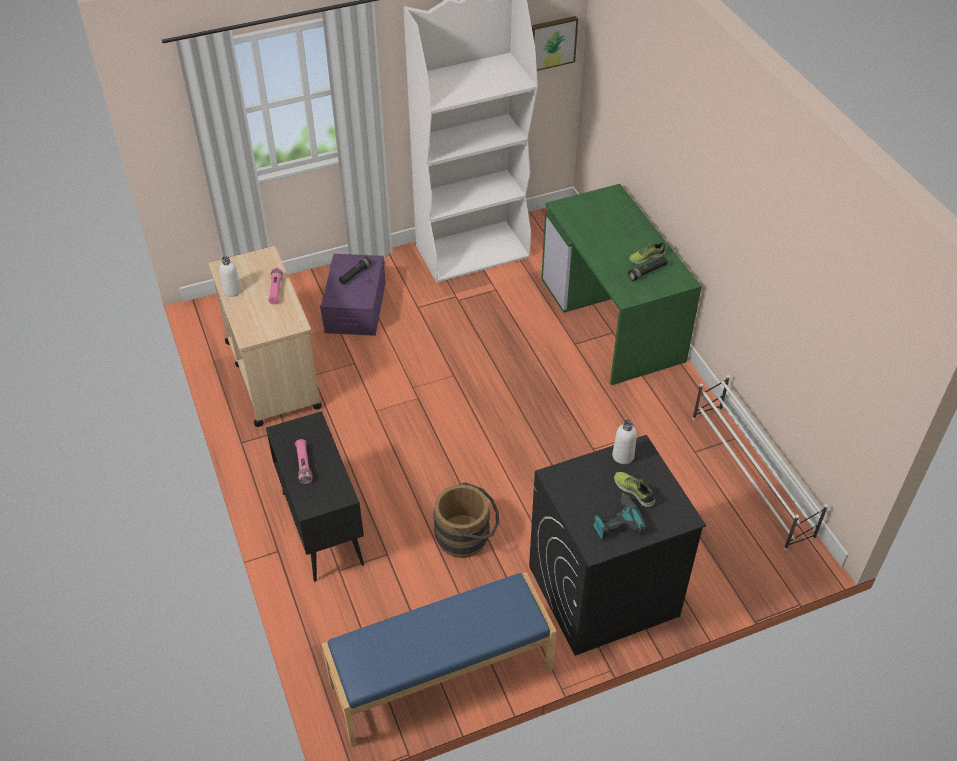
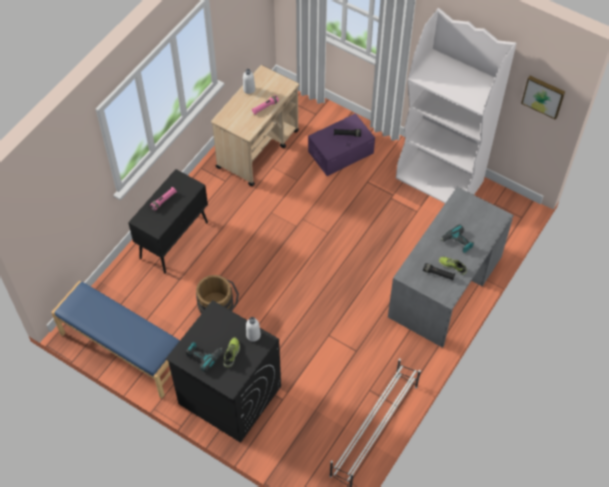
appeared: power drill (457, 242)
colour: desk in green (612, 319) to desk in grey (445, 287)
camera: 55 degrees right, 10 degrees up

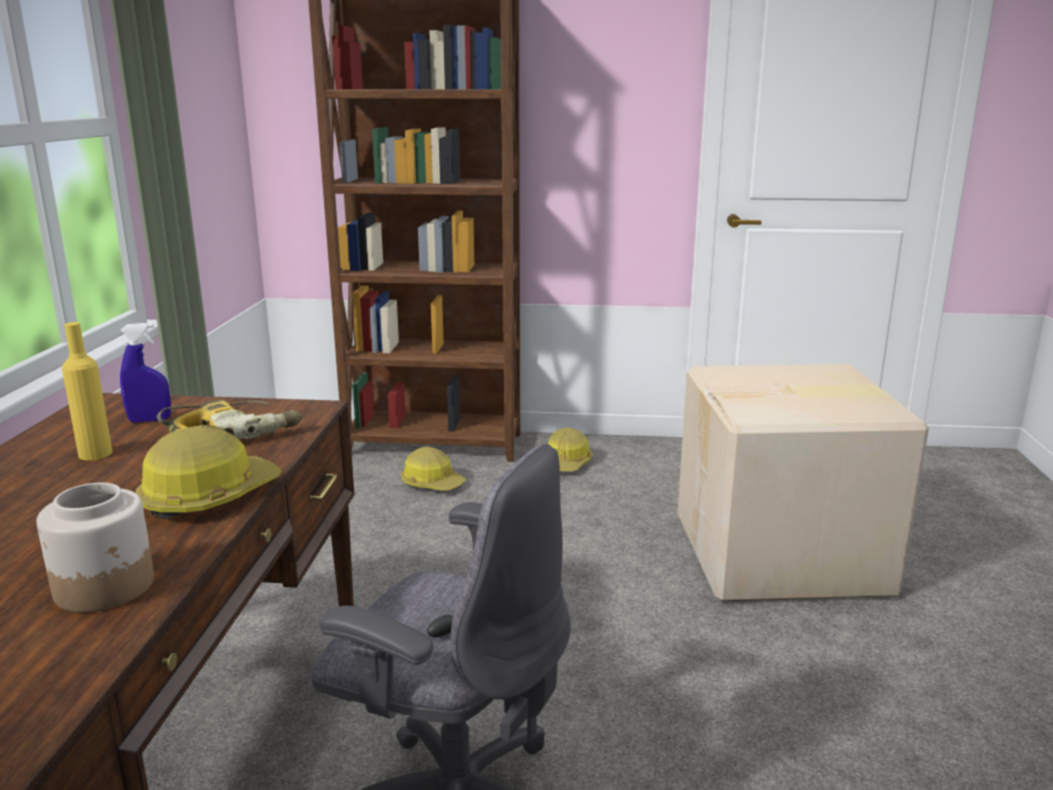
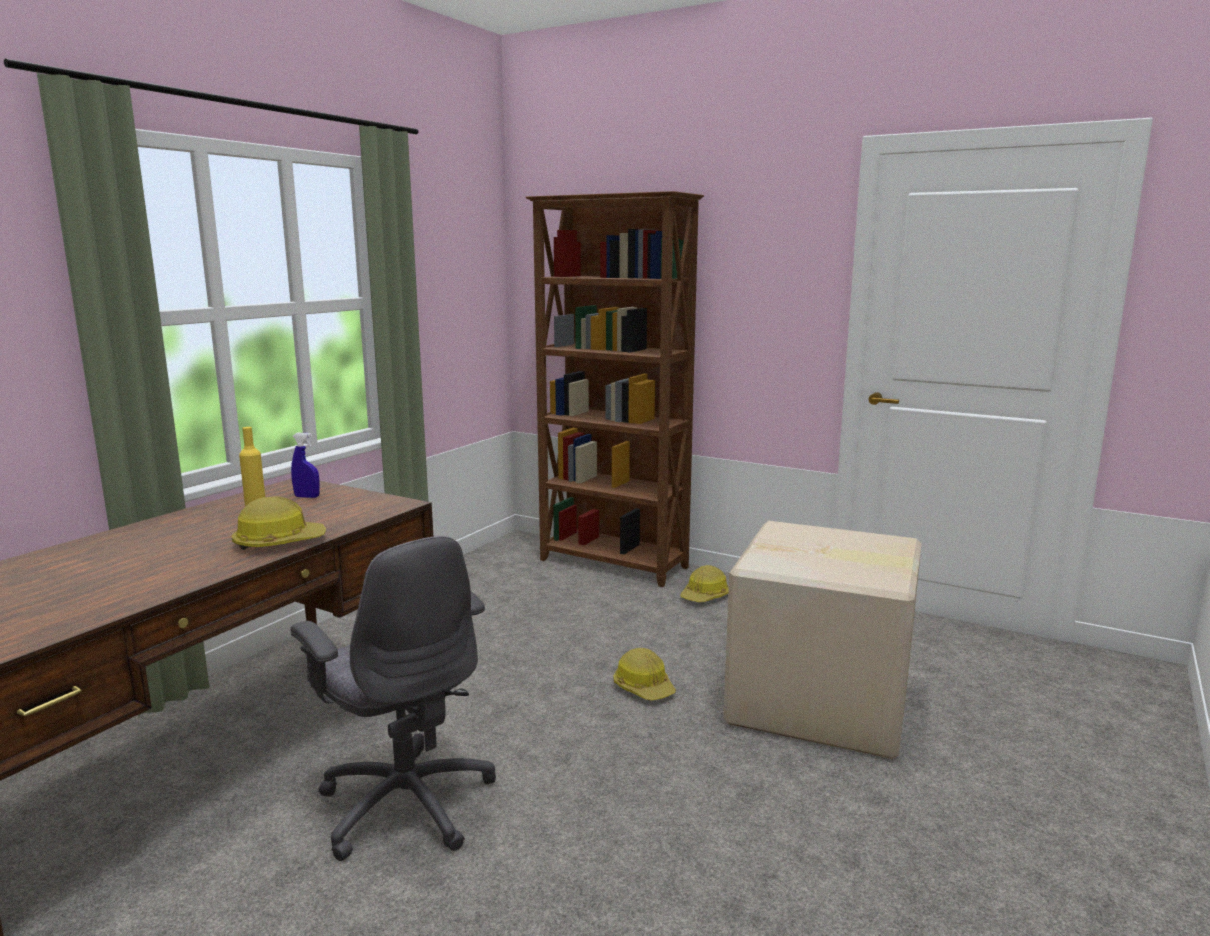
missing: power drill (232, 432); jar (105, 587)
relocated: hard hat (432, 483) to (644, 687)
camera: 25 degrees right, 5 degrees down

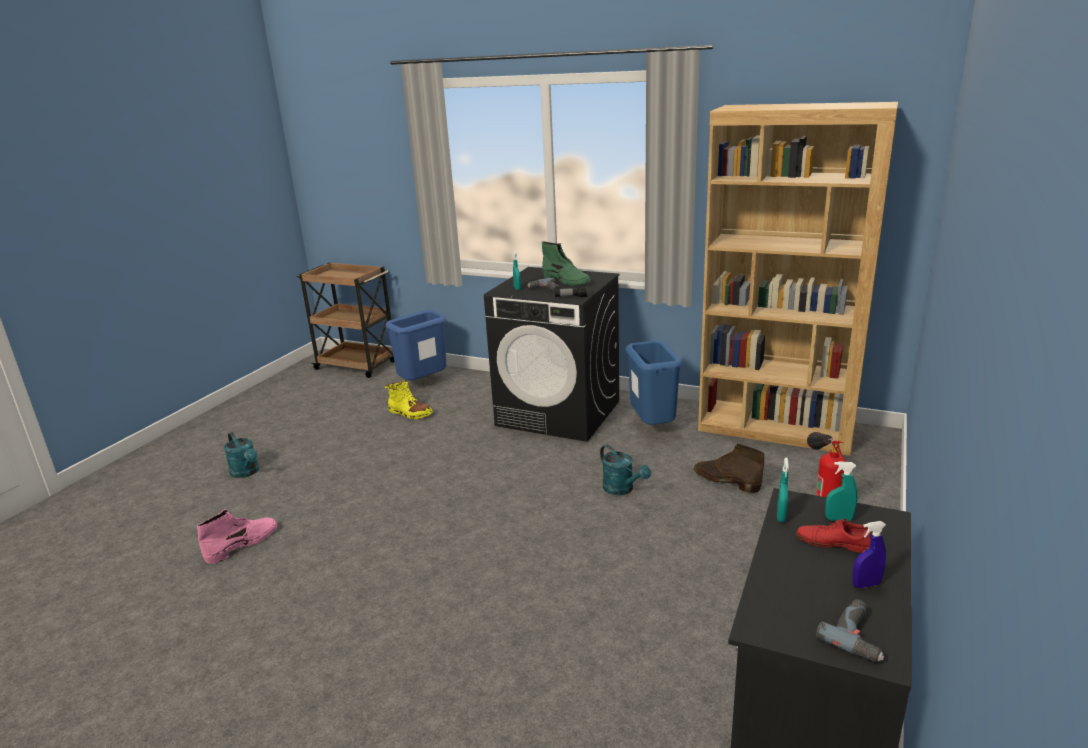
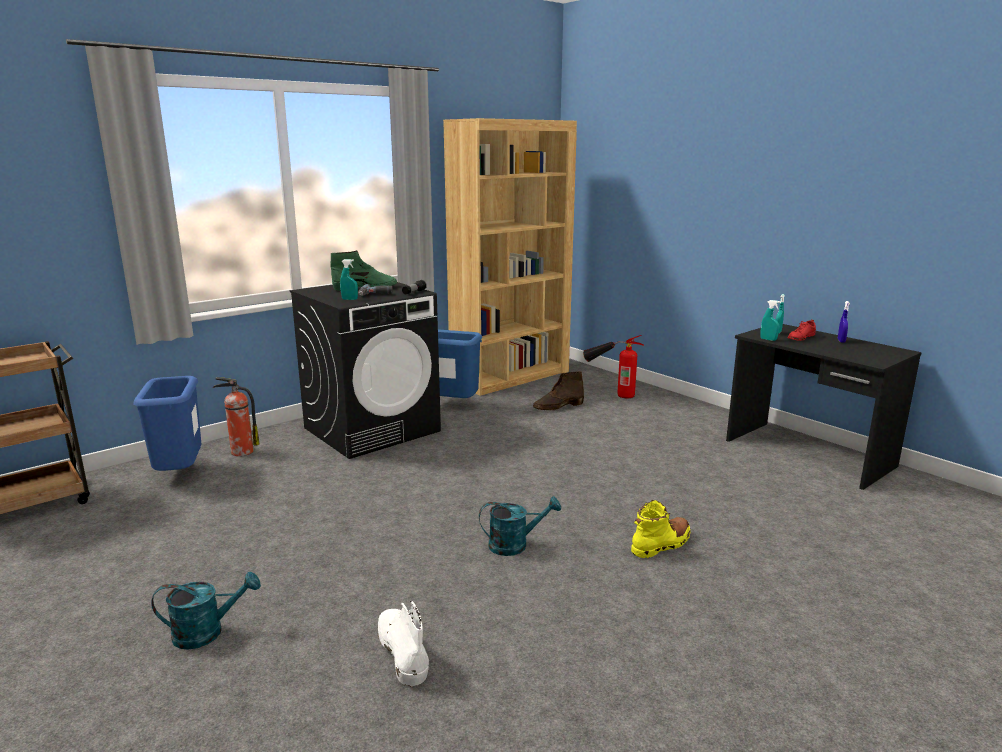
missing: power drill (858, 636)
appeared: fire extinguisher (241, 451)
relocated: boot in yellow (410, 413) to (661, 544); watering can in turquoise (622, 489) to (515, 545)
colour: boot in pink (242, 544) to boot in white (402, 650)
camera: 65 degrees left, 5 degrees down

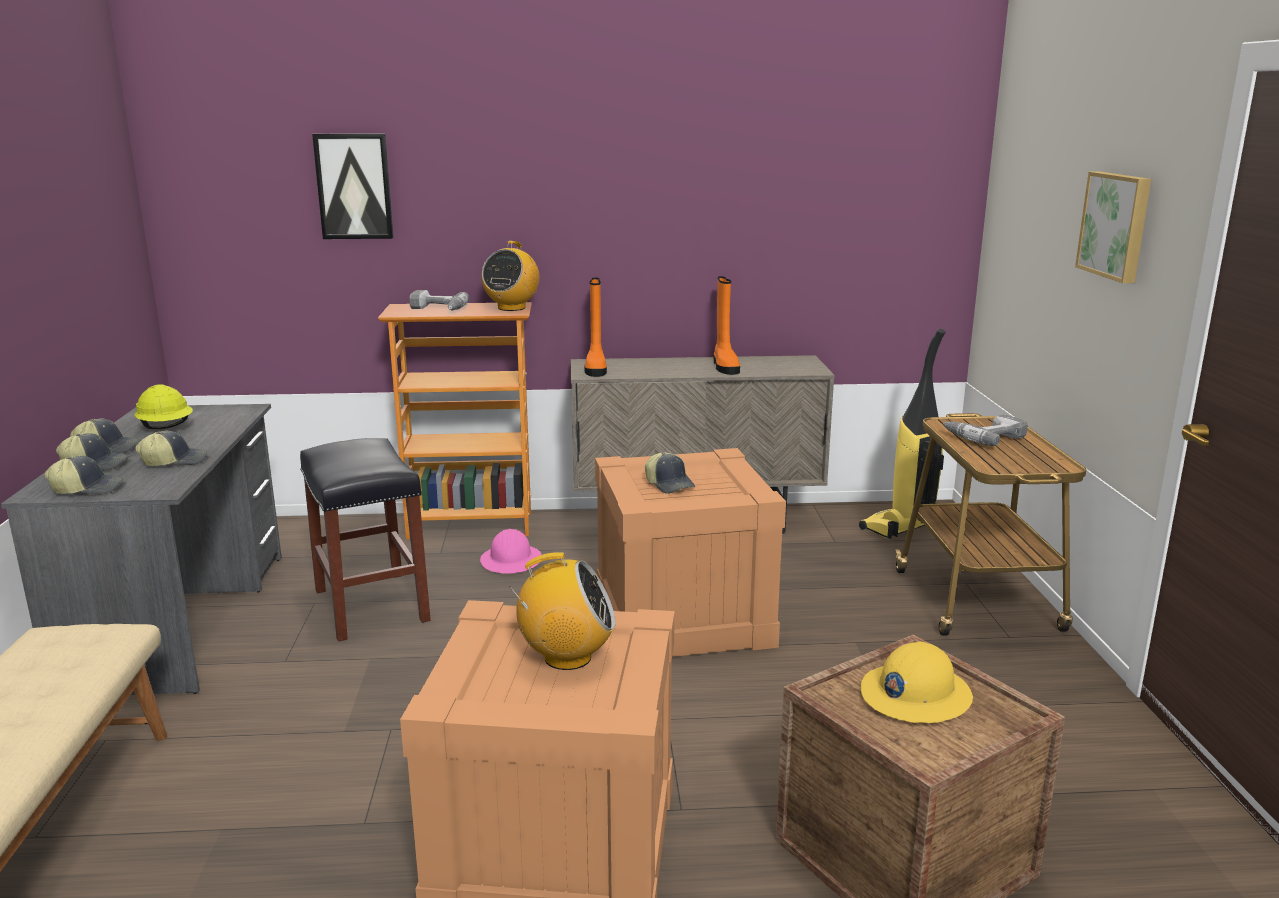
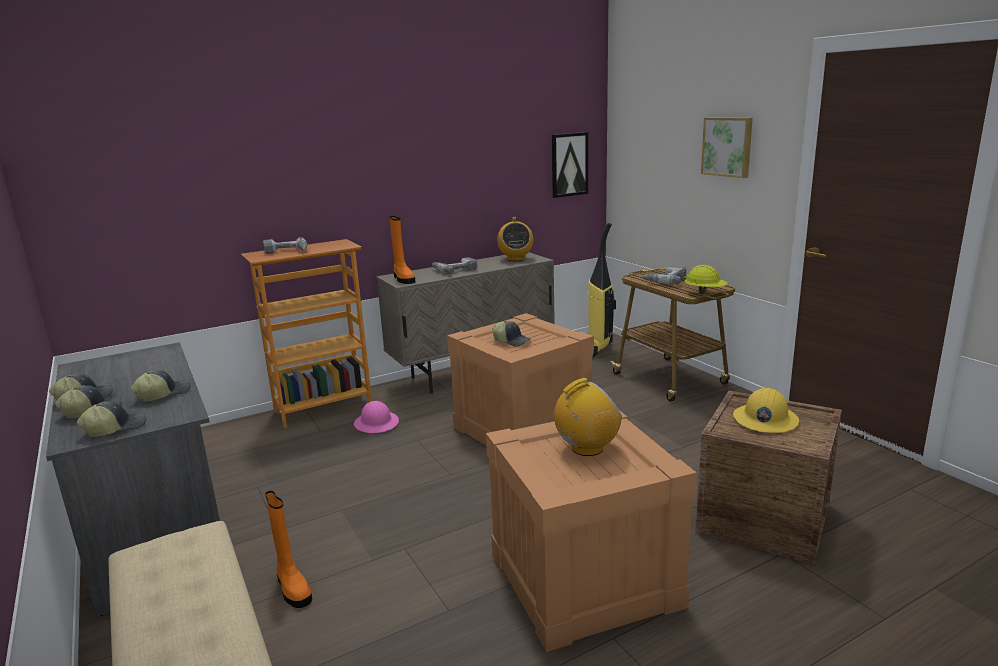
missing: stool in black (372, 606)
appeared: power drill (454, 270)
relocated: picture (354, 186) to (569, 164); radio (511, 308) to (515, 259); boot in orange (724, 367) to (292, 588); hard hat in yellow (166, 428) to (705, 292)
camera: 25 degrees left, 0 degrees up

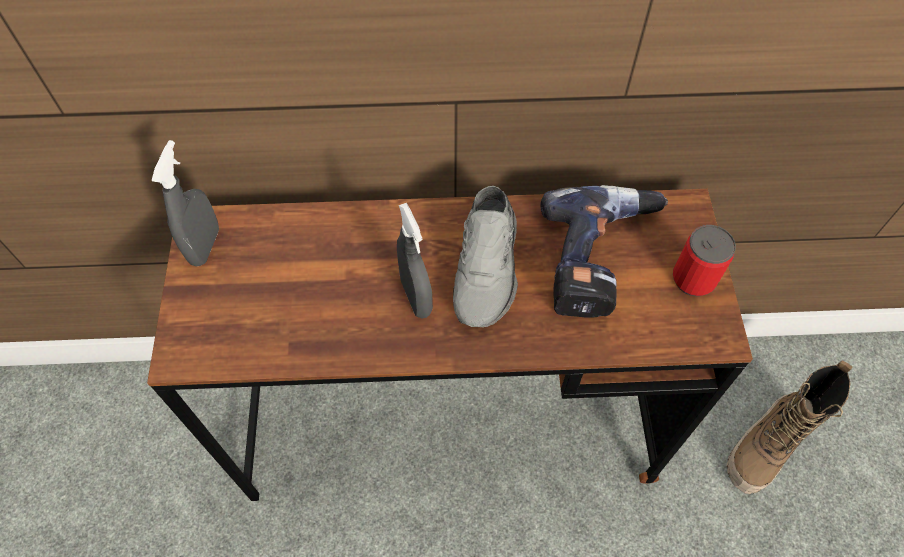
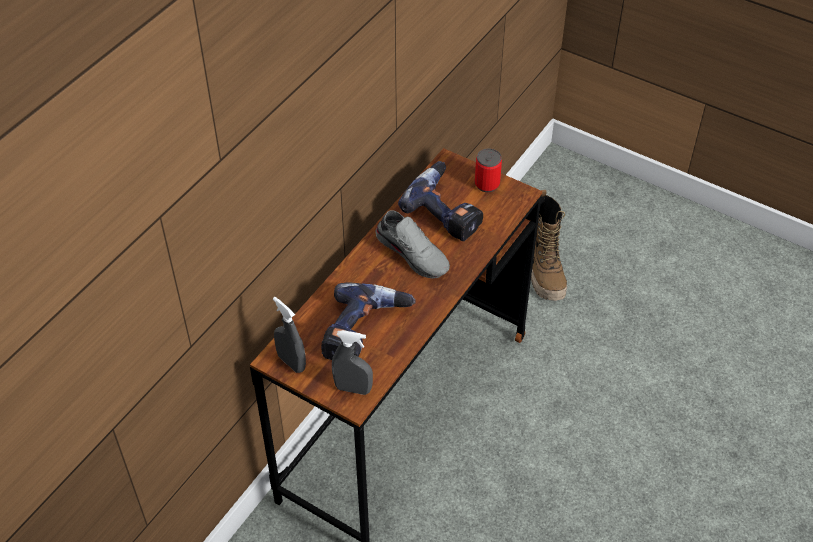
appeared: power drill (365, 331)
relocated: spray bottle in grey (416, 297) to (353, 388)
camera: 55 degrees left, 10 degrees down

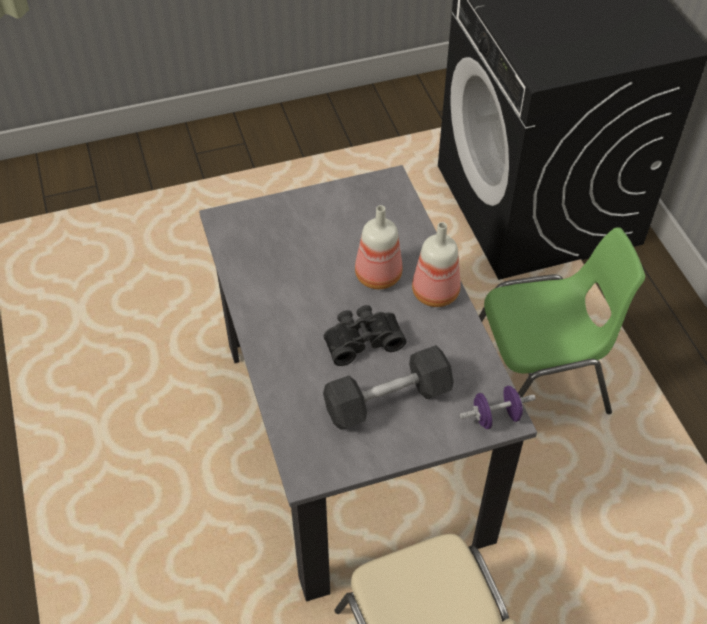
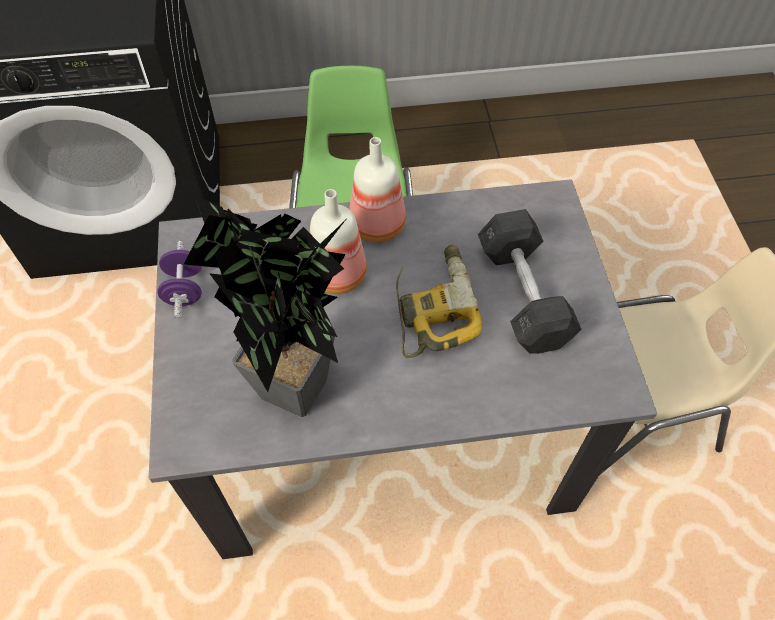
appeared: potted plant (300, 397)
relocated: dumbbell in purple (495, 417) to (185, 290)
exchanged: binoculars in black (362, 339) to power drill (432, 306)
camera: 80 degrees left, 5 degrees up

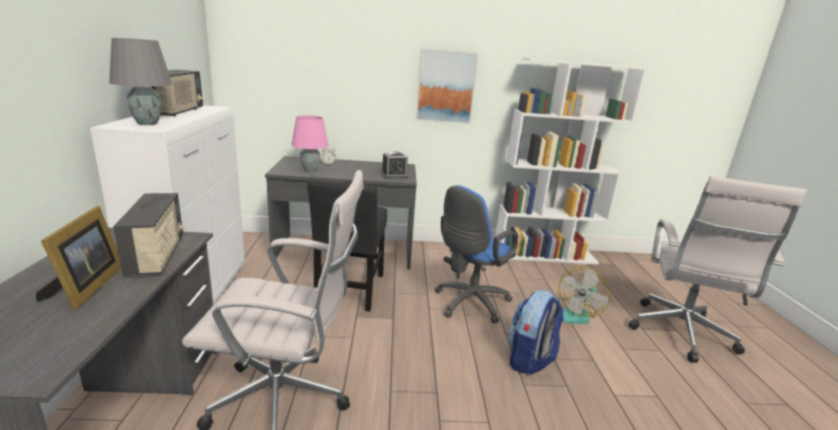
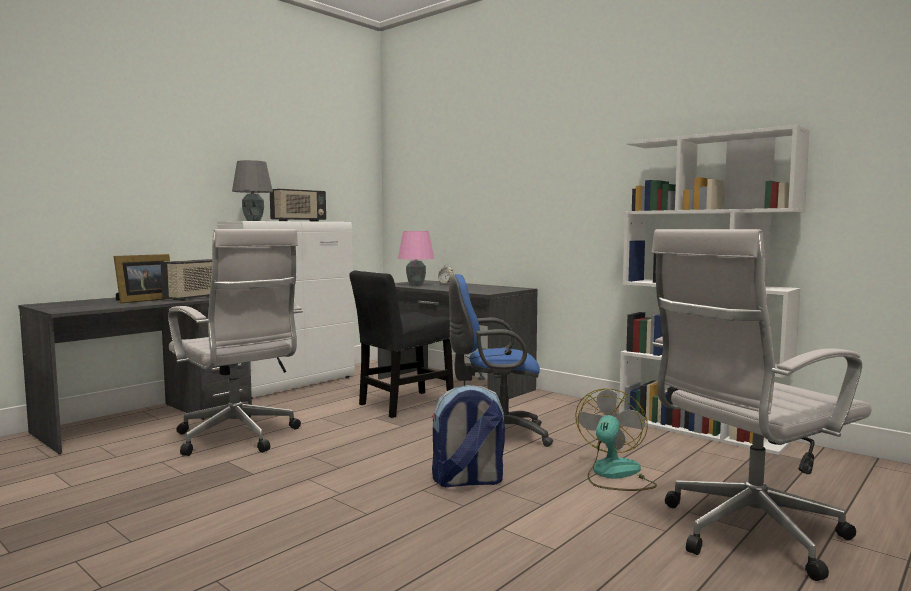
missing: picture (446, 87); alarm clock (394, 175)
spun: fan (575, 313) = (614, 475) 120 degrees clockwise
camera: 45 degrees right, 15 degrees down

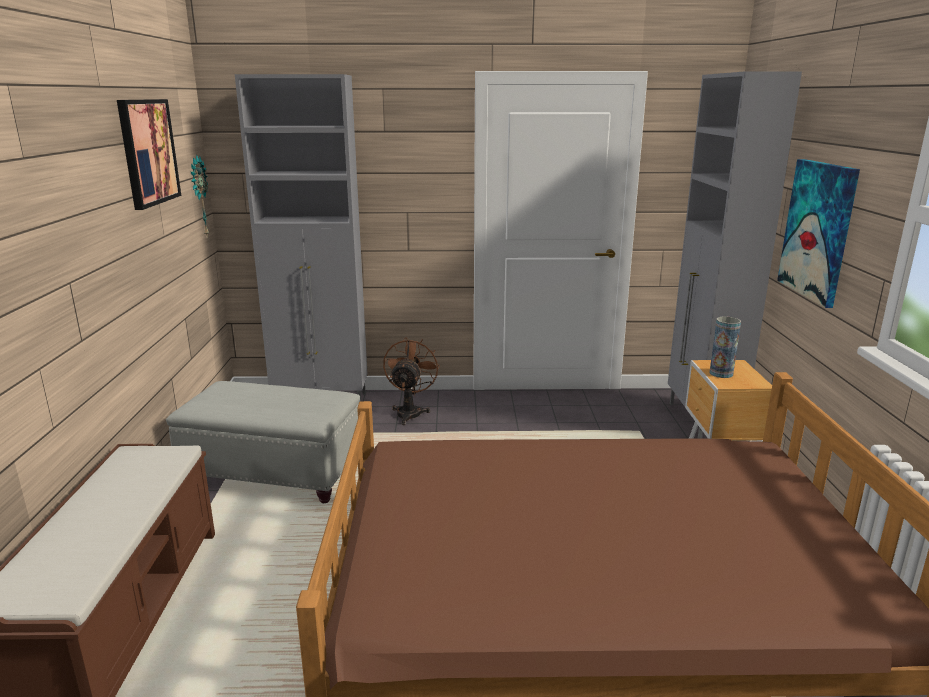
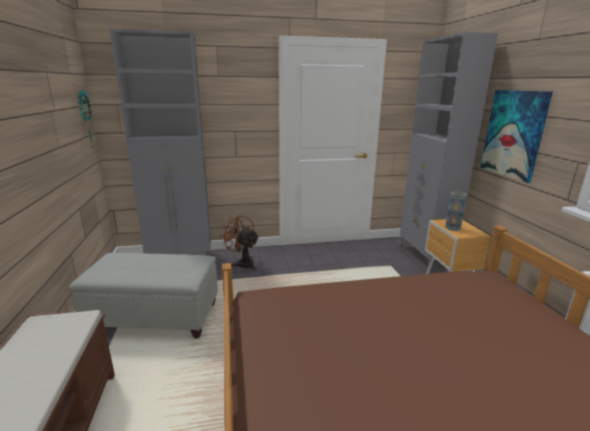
missing: picture (148, 152)
spun: fan in brown (410, 412) = (243, 263) 45 degrees counterclockwise
camera: 10 degrees left, 0 degrees up

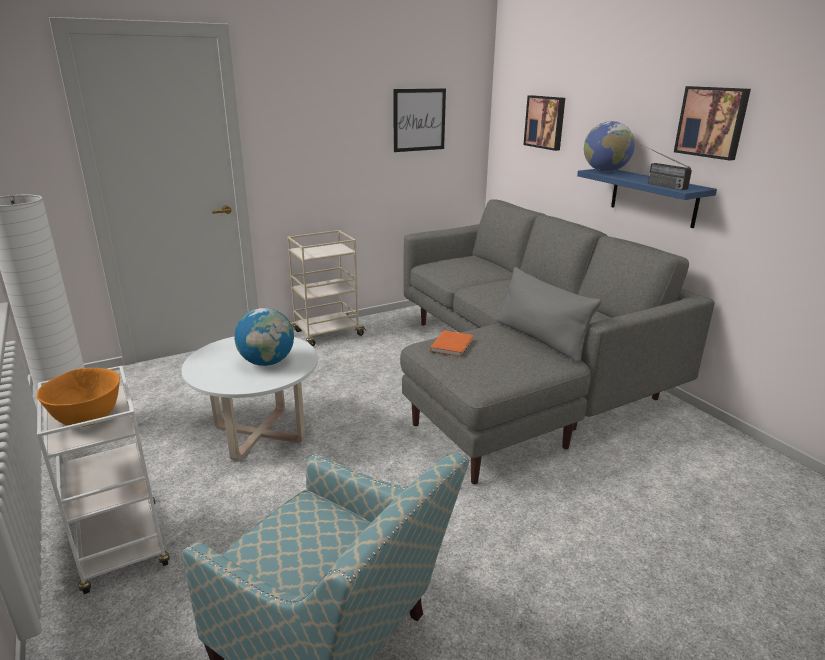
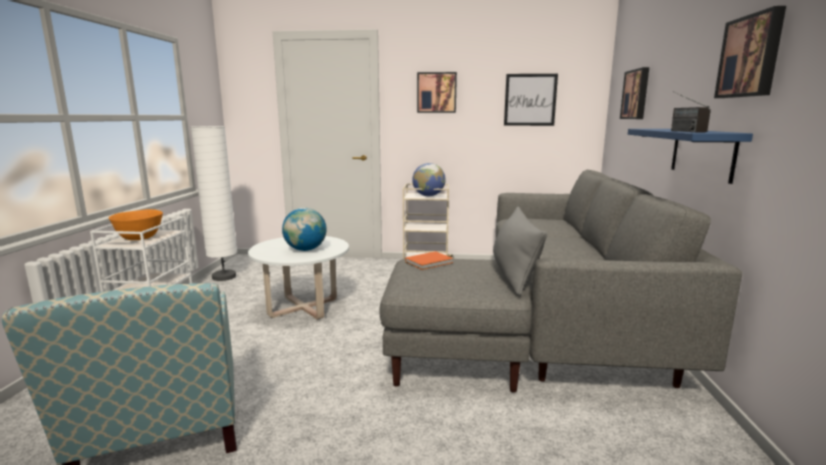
appeared: picture (436, 92)
relocated: globe (605, 171) to (428, 196)
camera: 35 degrees right, 10 degrees down

